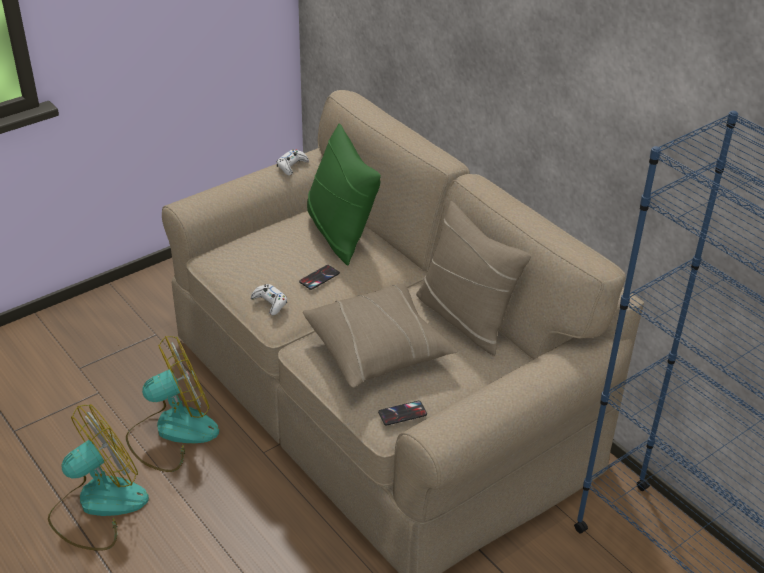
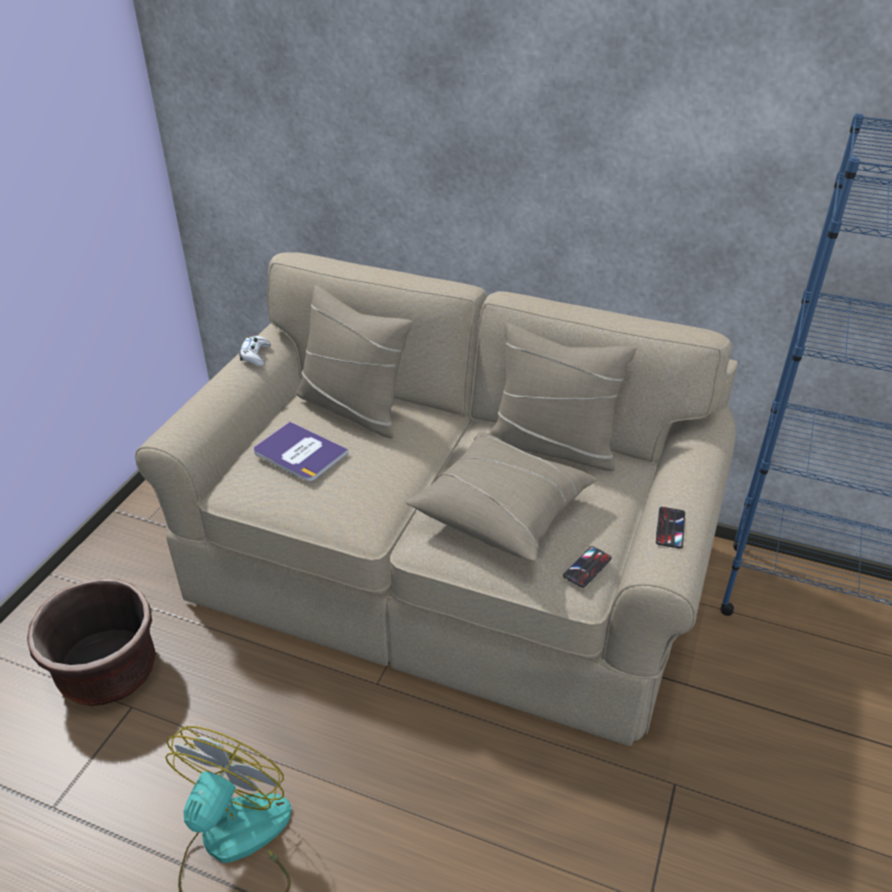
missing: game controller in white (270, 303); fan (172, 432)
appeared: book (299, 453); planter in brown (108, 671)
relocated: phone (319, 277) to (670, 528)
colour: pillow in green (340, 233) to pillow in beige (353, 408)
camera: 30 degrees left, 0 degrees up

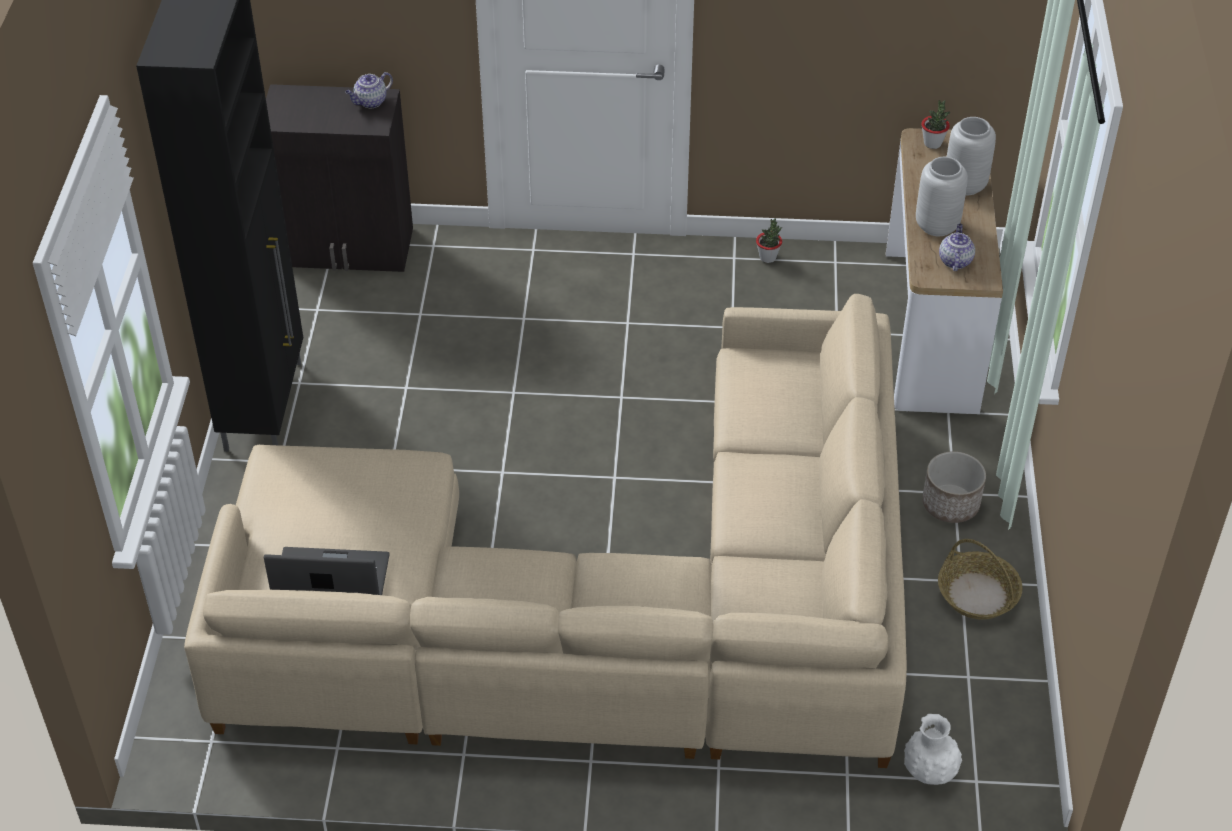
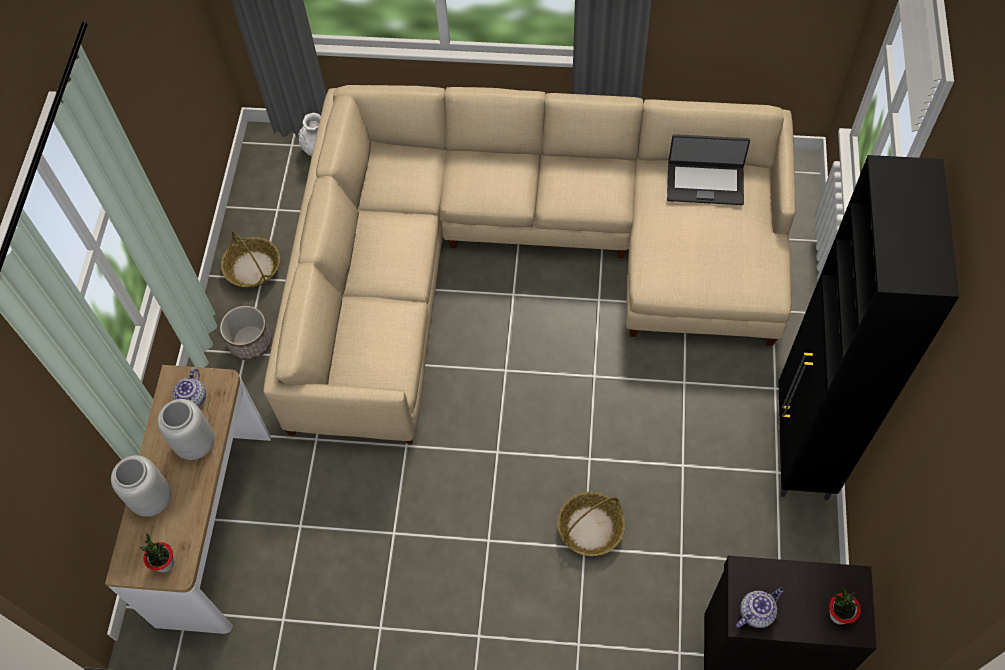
appeared: basket (590, 528)
relocated: potted plant (768, 257) to (839, 614)
camera: 175 degrees left, 15 degrees up

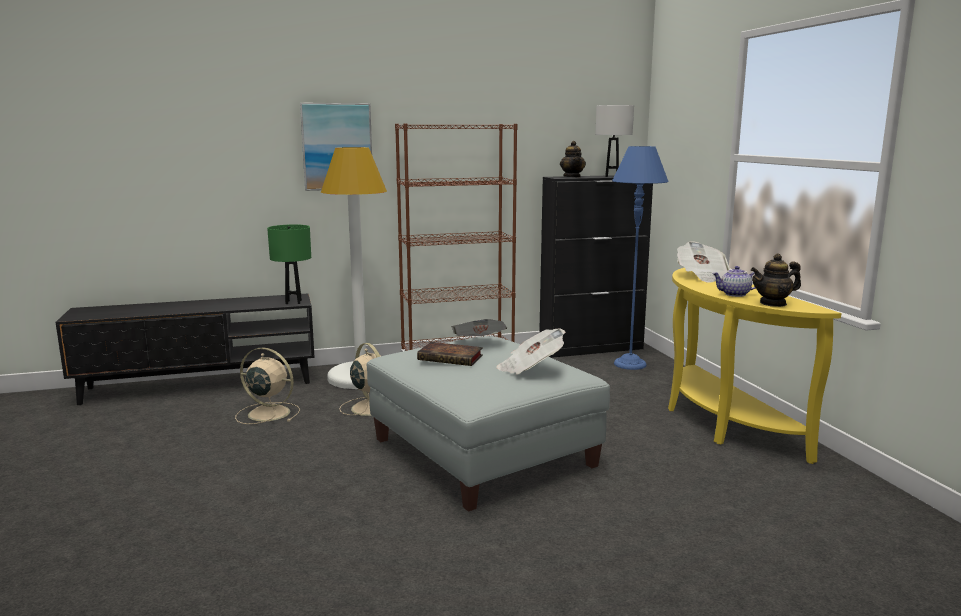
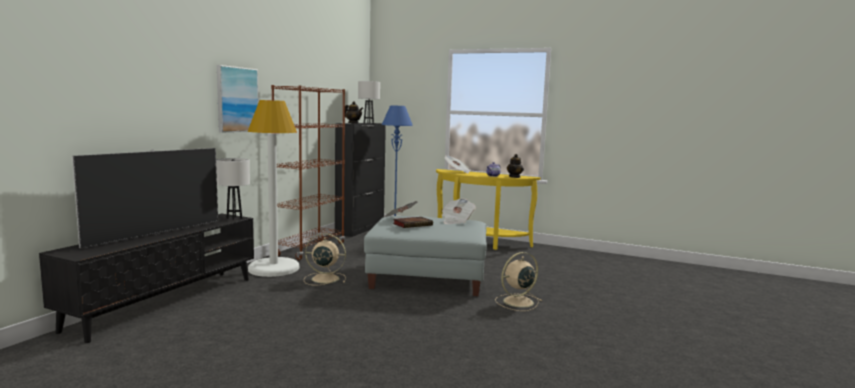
appeared: television (156, 233)
relocated: fan in beige (267, 413) to (517, 302)
colour: table lamp in green (293, 302) to table lamp in white (234, 218)
camera: 50 degrees left, 5 degrees down

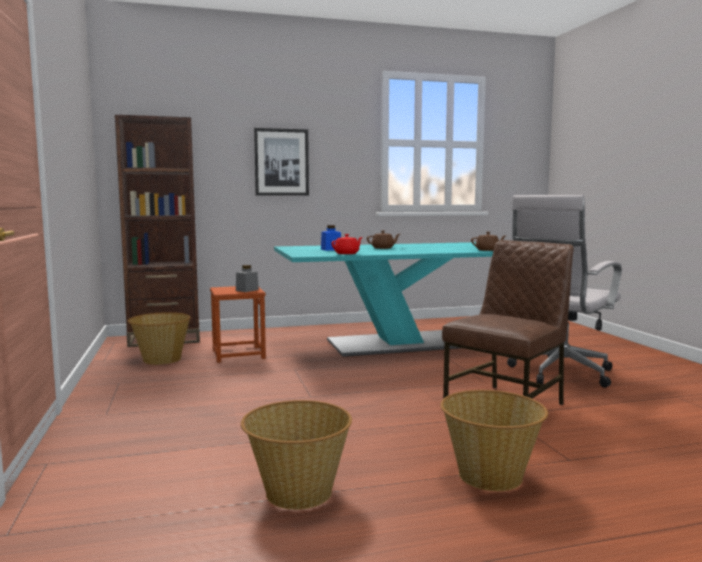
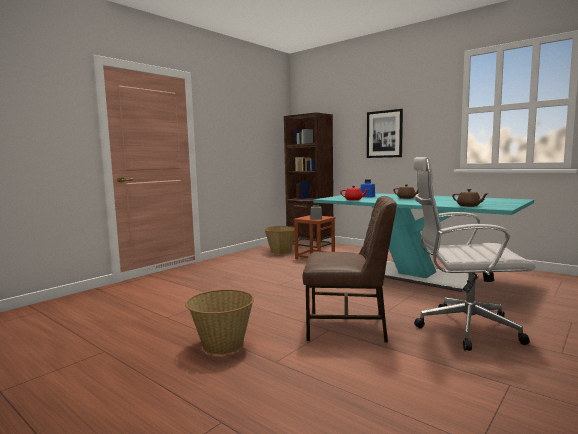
missing: basket (297, 492)
camera: 55 degrees right, 0 degrees up

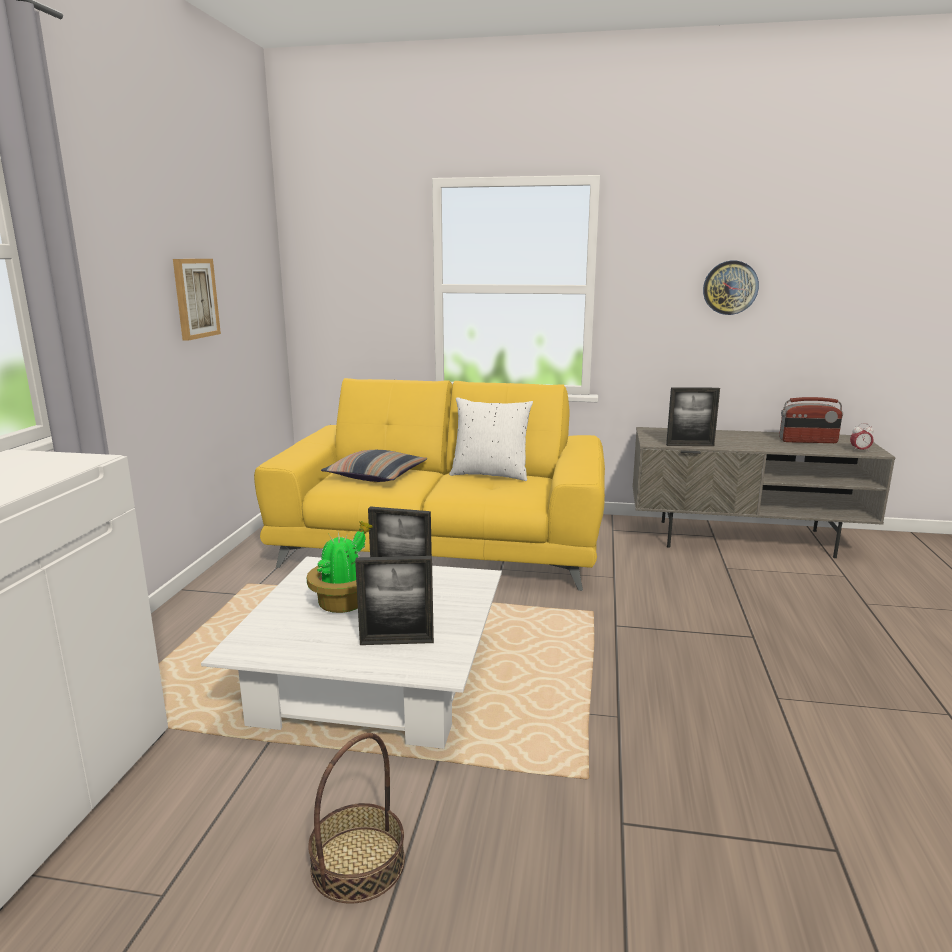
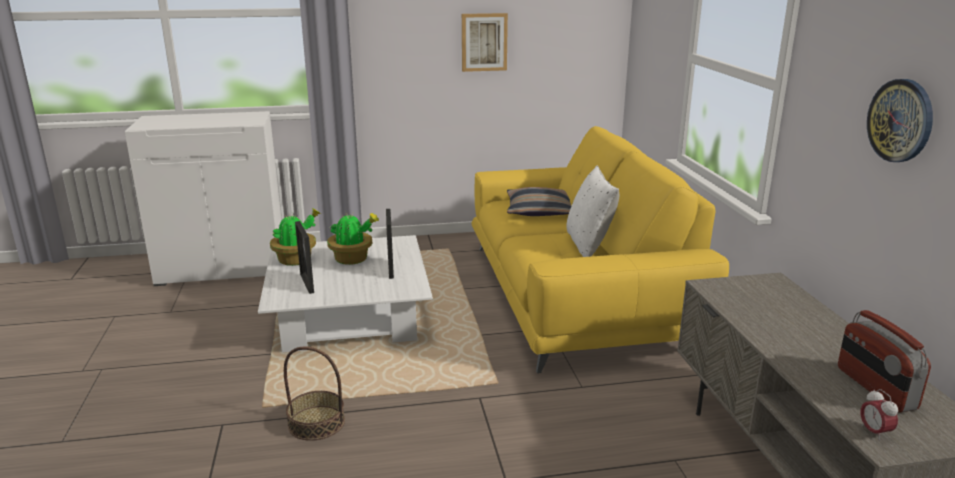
missing: picture frame (690, 445)
appeared: potted plant (296, 260)
relocated: basket (358, 863) to (316, 423)
camera: 70 degrees right, 5 degrees up

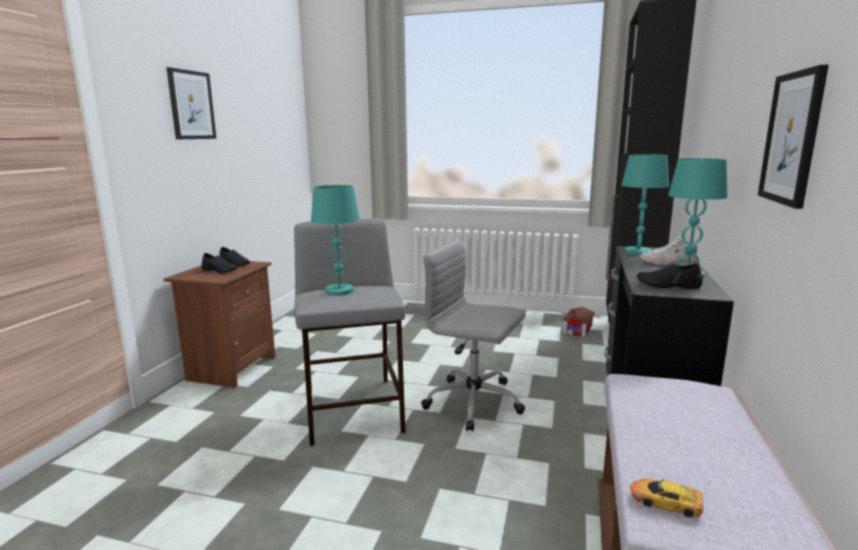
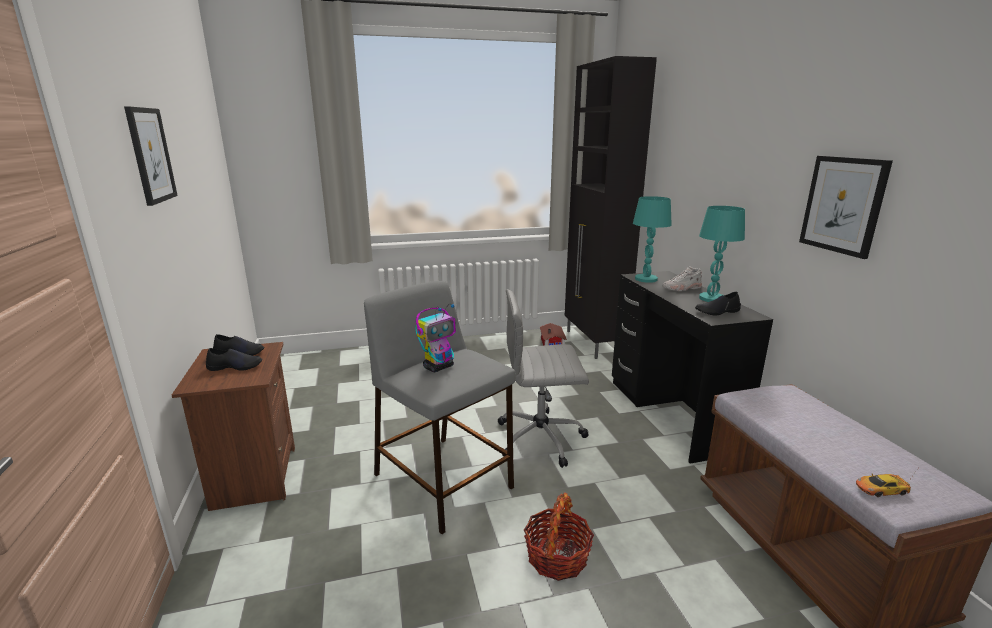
appeared: basket (557, 557)
exchanged: table lamp in turquoise (339, 291) to toy robot (439, 367)
camera: 30 degrees left, 5 degrees up

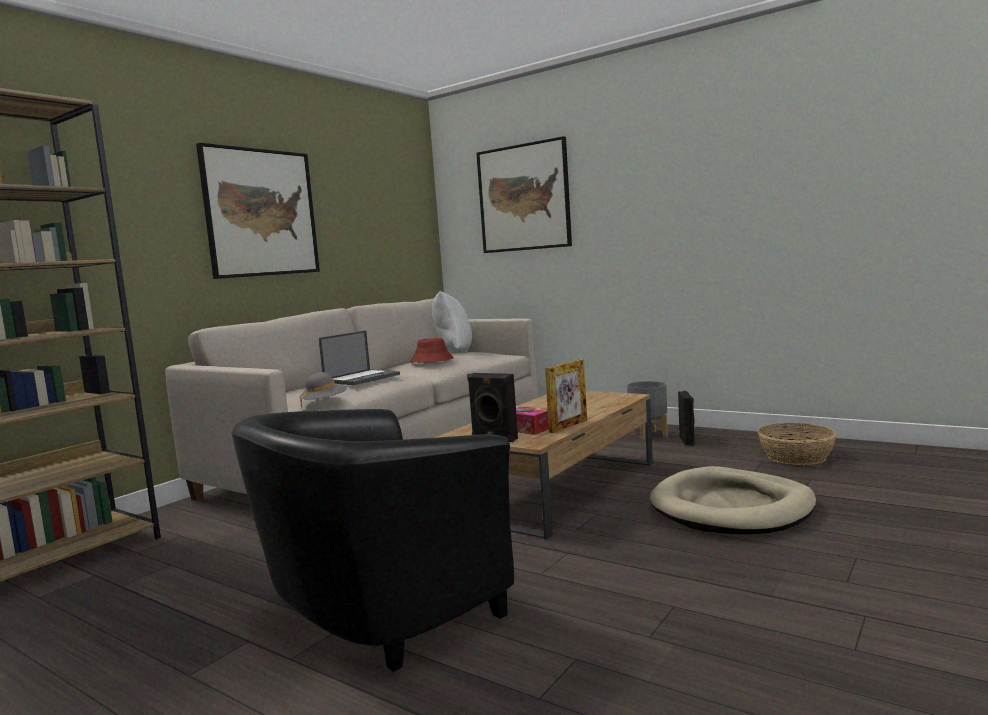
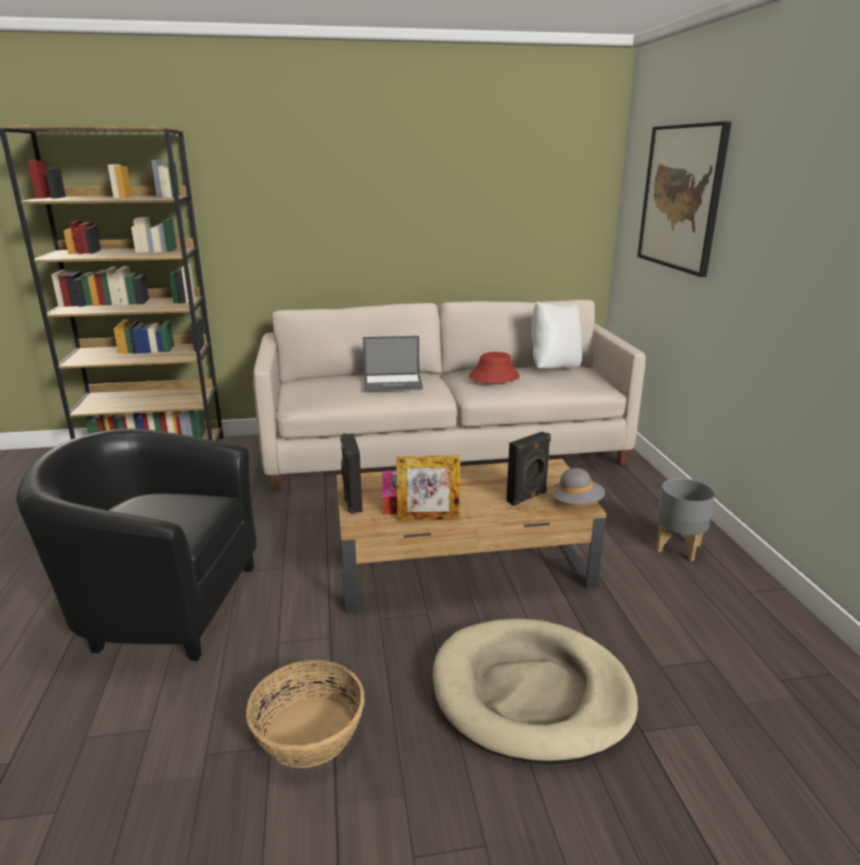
missing: picture (261, 213)
relocated: hat in grey (324, 404) to (576, 503); speaker in black (687, 441) to (527, 497); basket (797, 457) to (309, 732)
camera: 45 degrees right, 15 degrees up

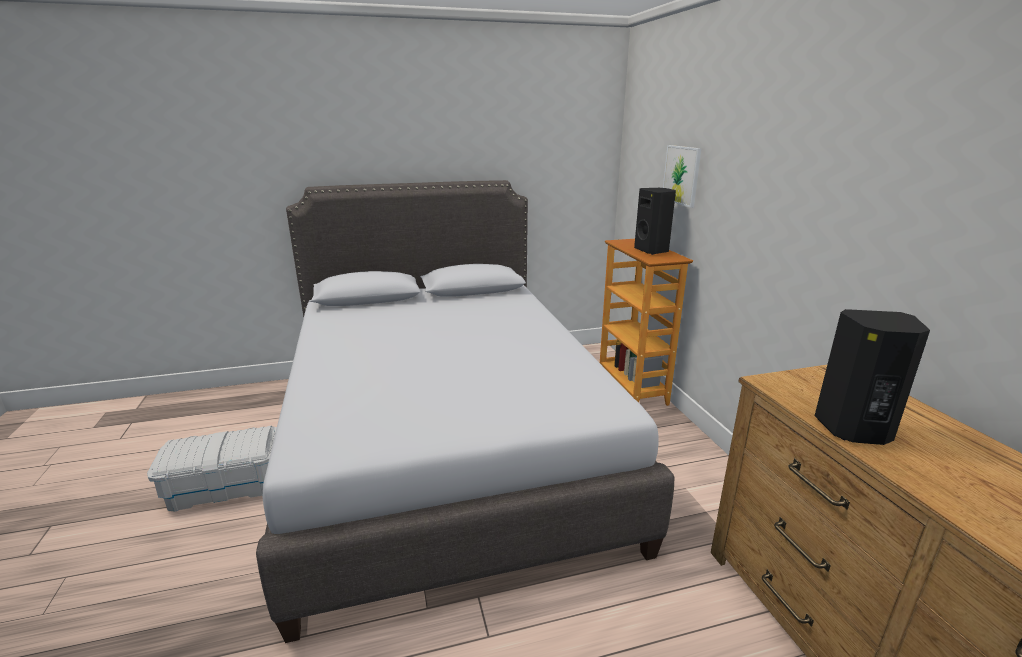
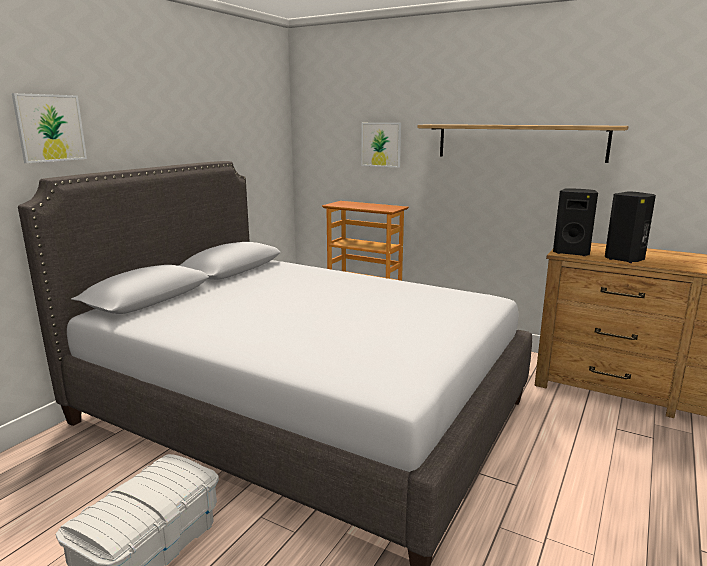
appeared: picture (50, 128); shelf (519, 142)
relocated: speaker in black (652, 251) to (571, 252)
camera: 45 degrees left, 5 degrees down

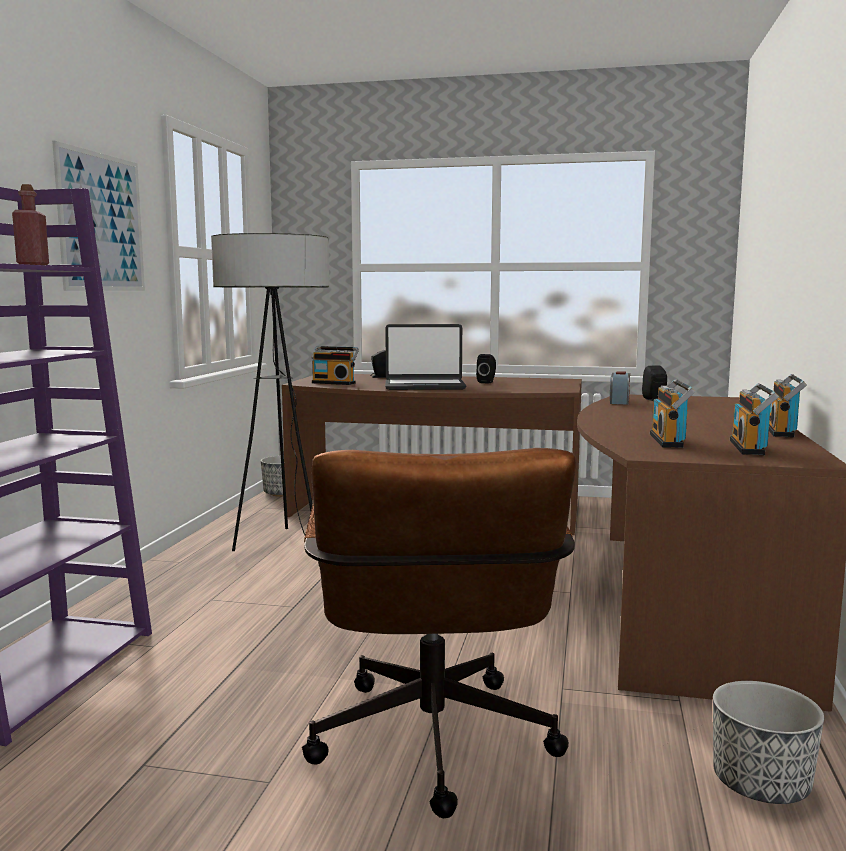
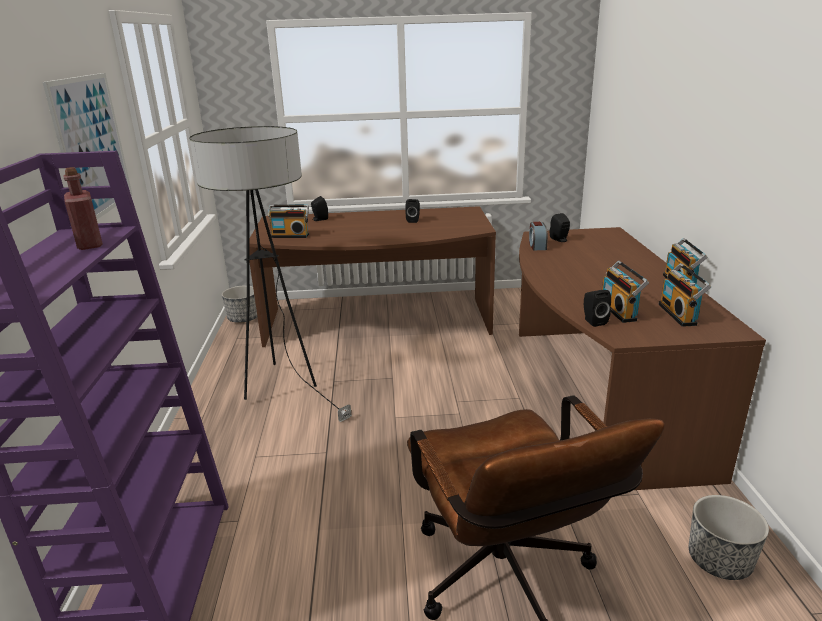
missing: laptop (424, 386)
appeared: speaker in black (593, 321)
camera: 15 degrees left, 15 degrees up

